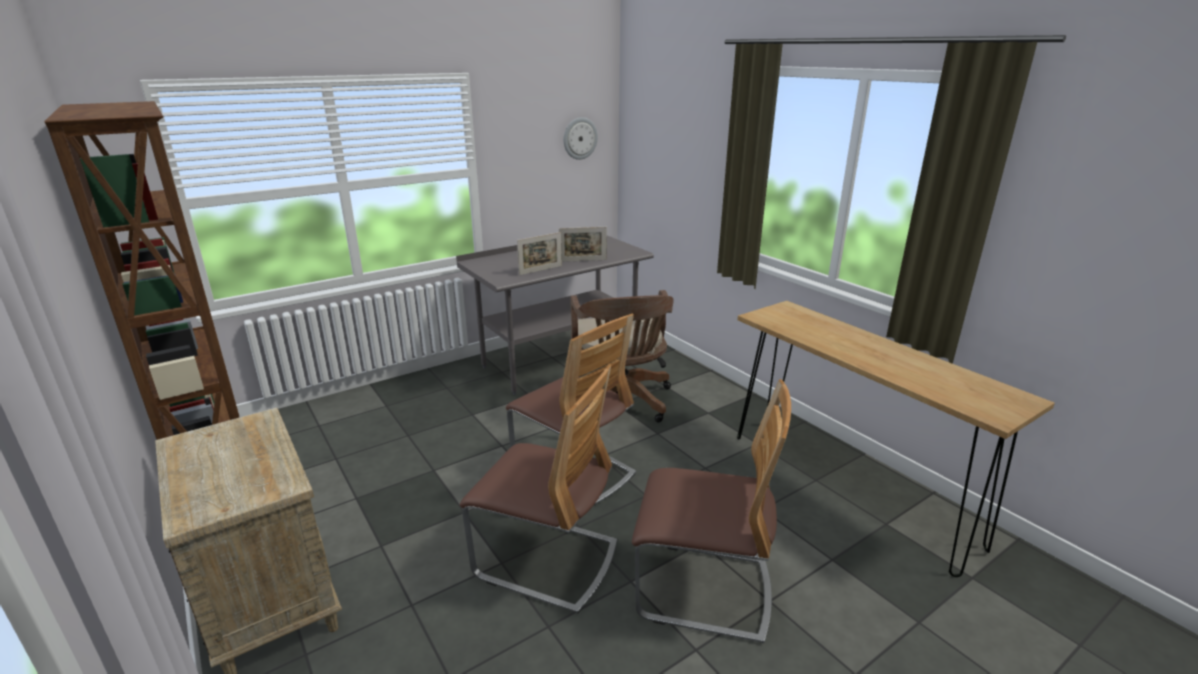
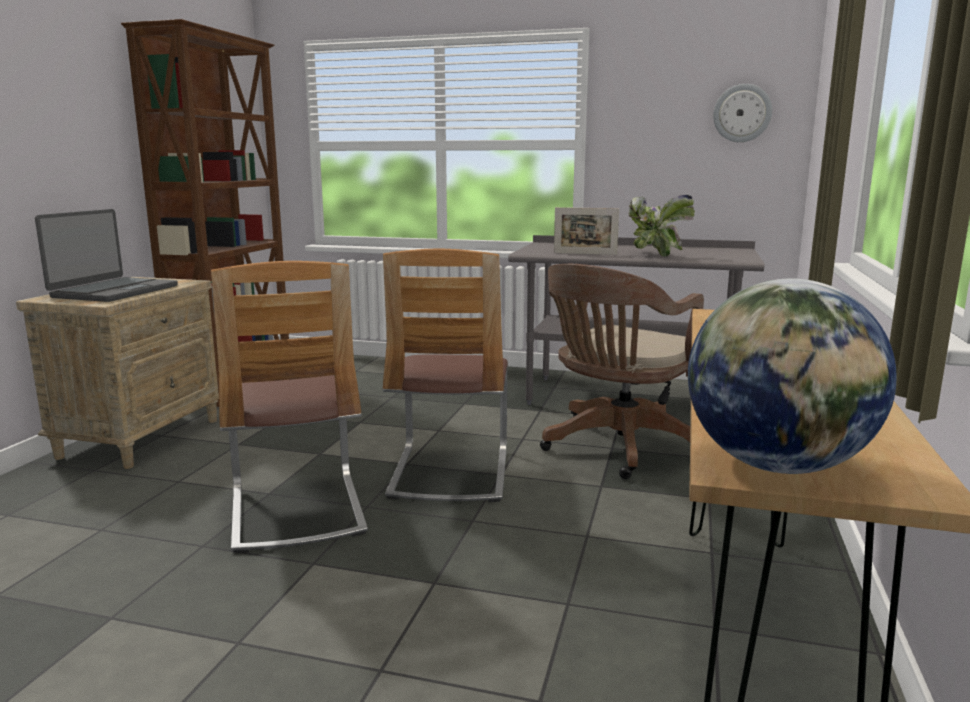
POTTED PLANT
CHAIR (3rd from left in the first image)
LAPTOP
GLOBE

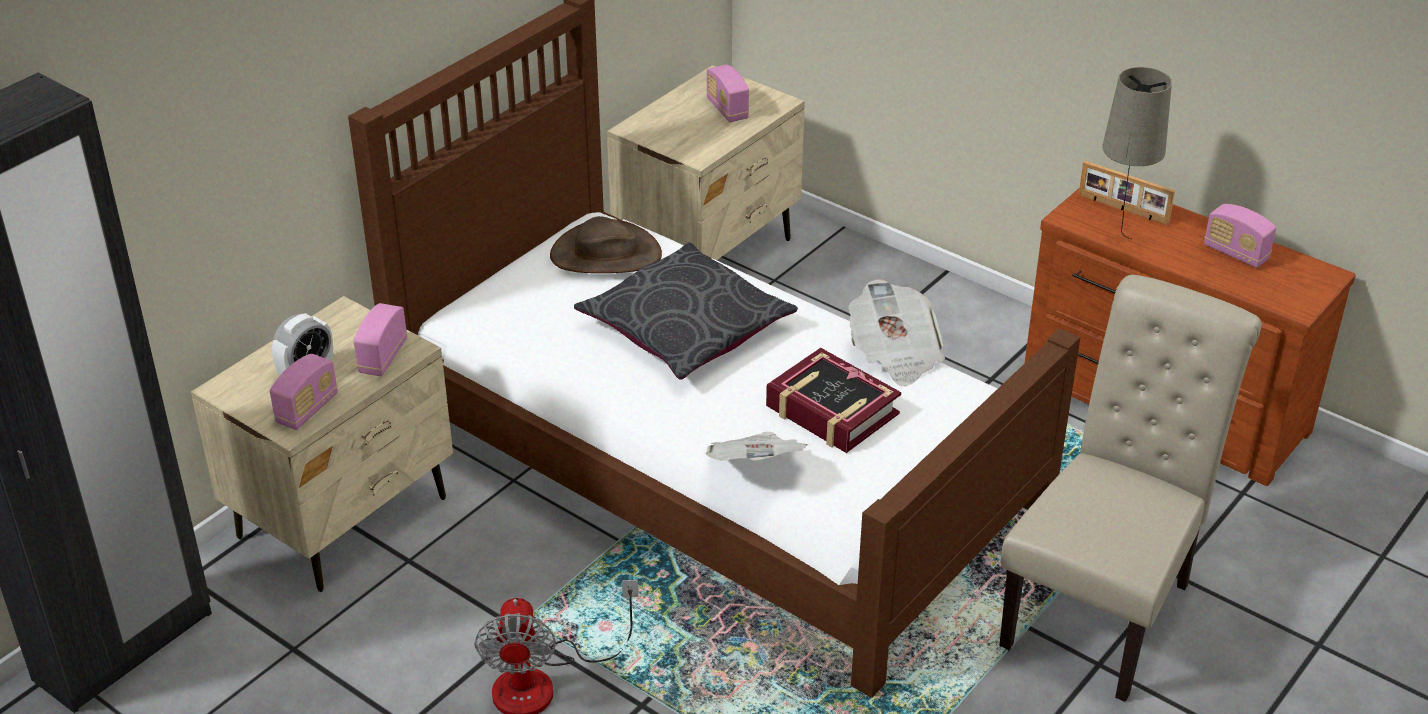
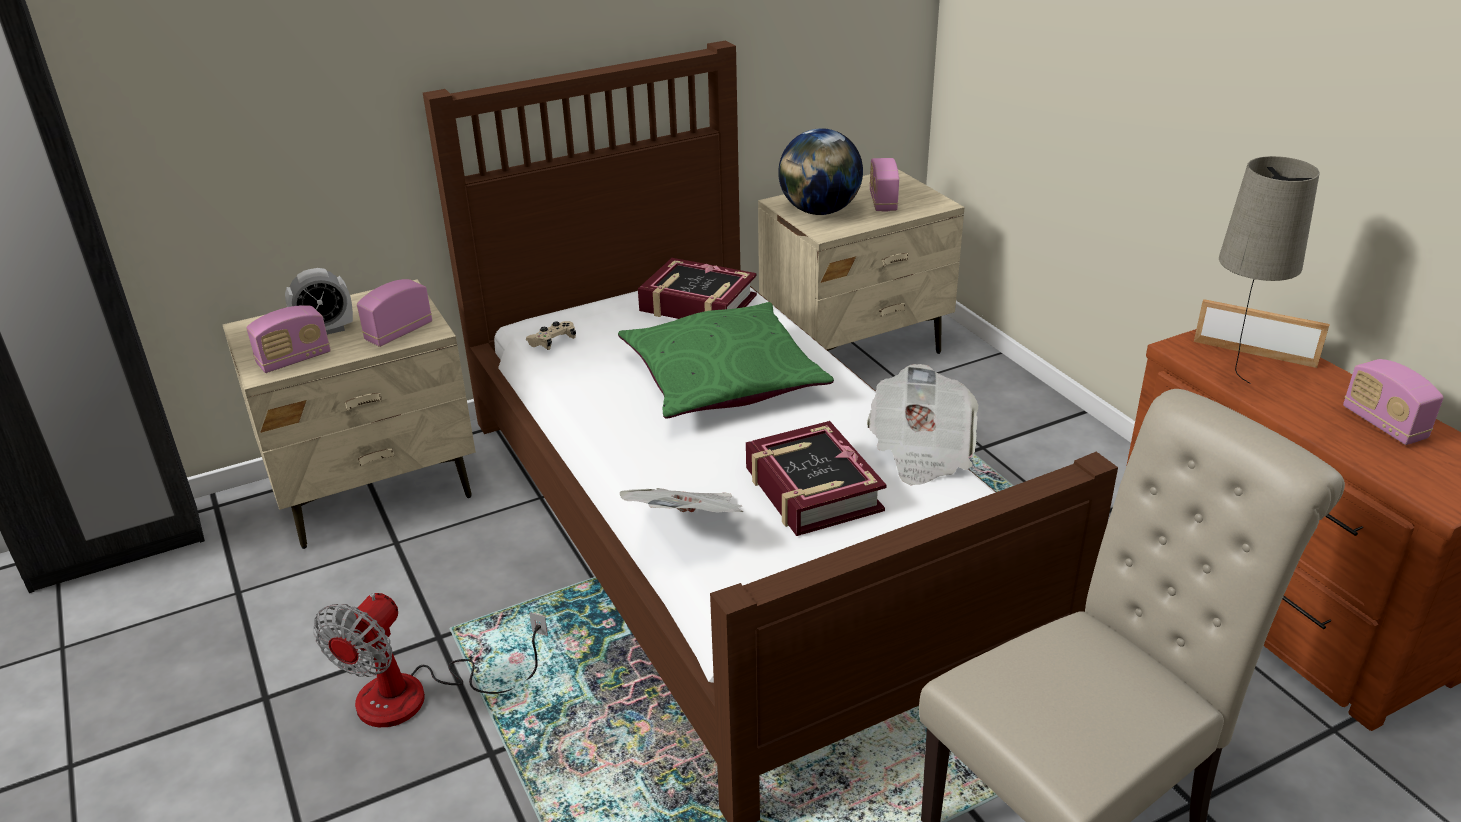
BOOK (1st from left)
GREEN PILLOW
PICTURE FRAME
BEIGE GAME CONTROLLER
GLOBE

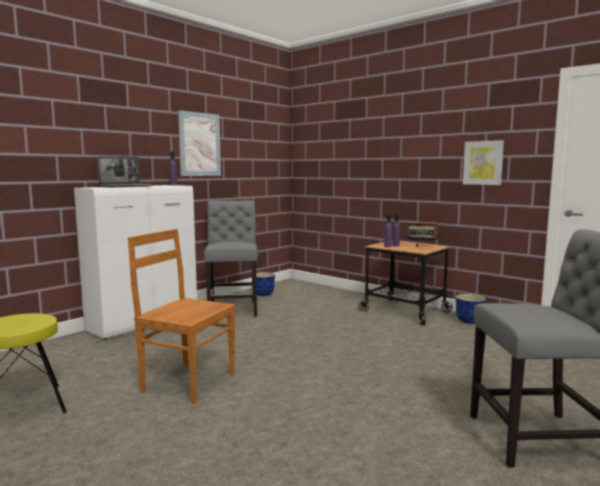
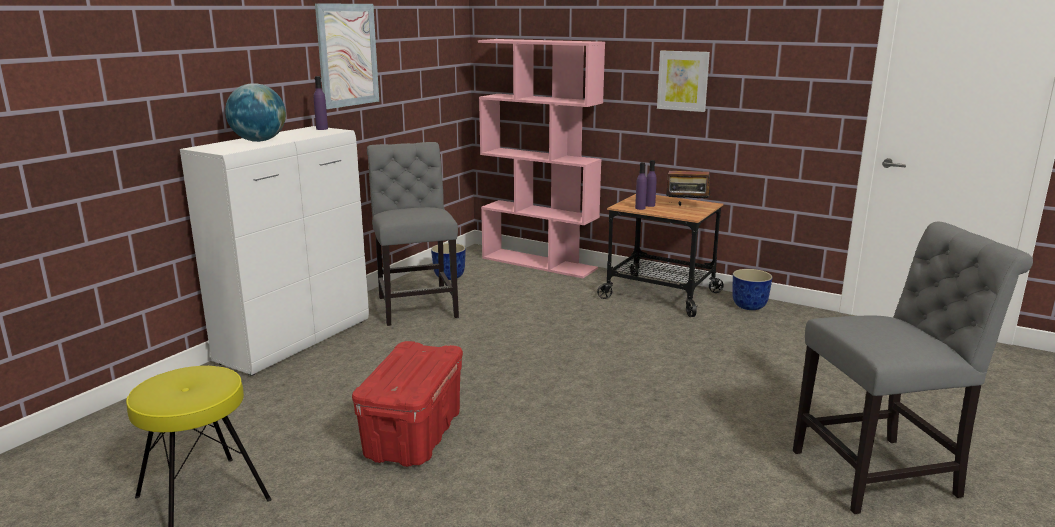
GLOBE
RED STORAGE BOX
PICTURE (2nd from left)
PINK BOOKCASE

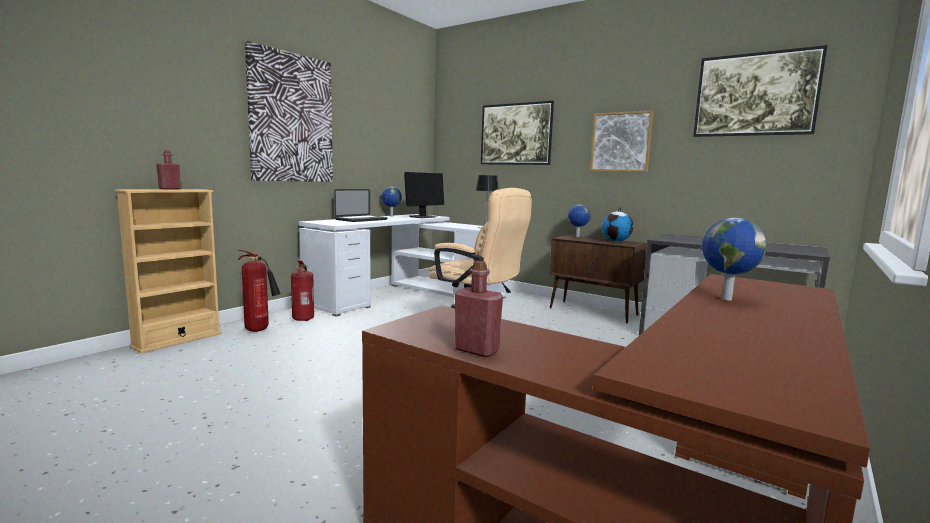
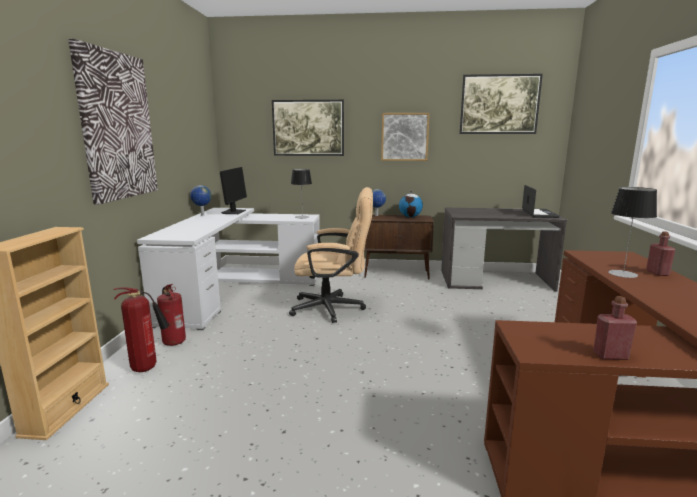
RED BOTTLE (2nd from left)
LAPTOP
TABLE LAMP (2nd from left)

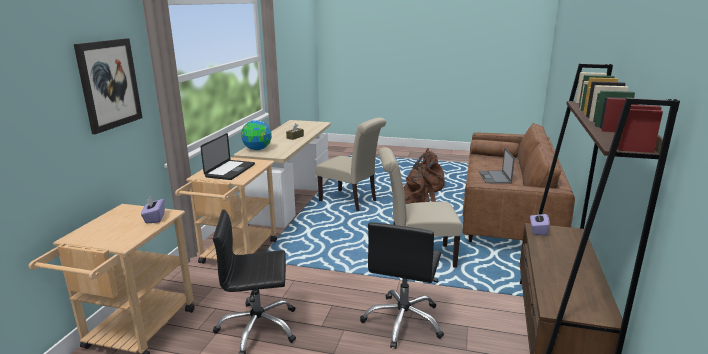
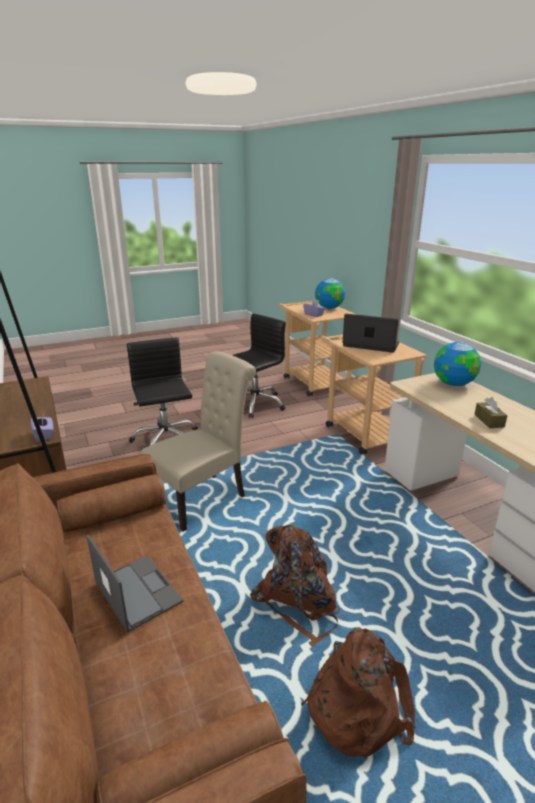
PICTURE
LAPTOP (2nd from left)
BEIGE CHAIR (1st from left in the first image)
GLOBE (1st from left)

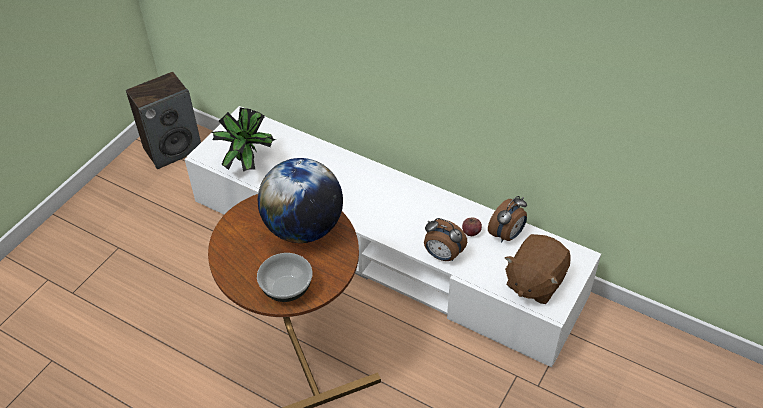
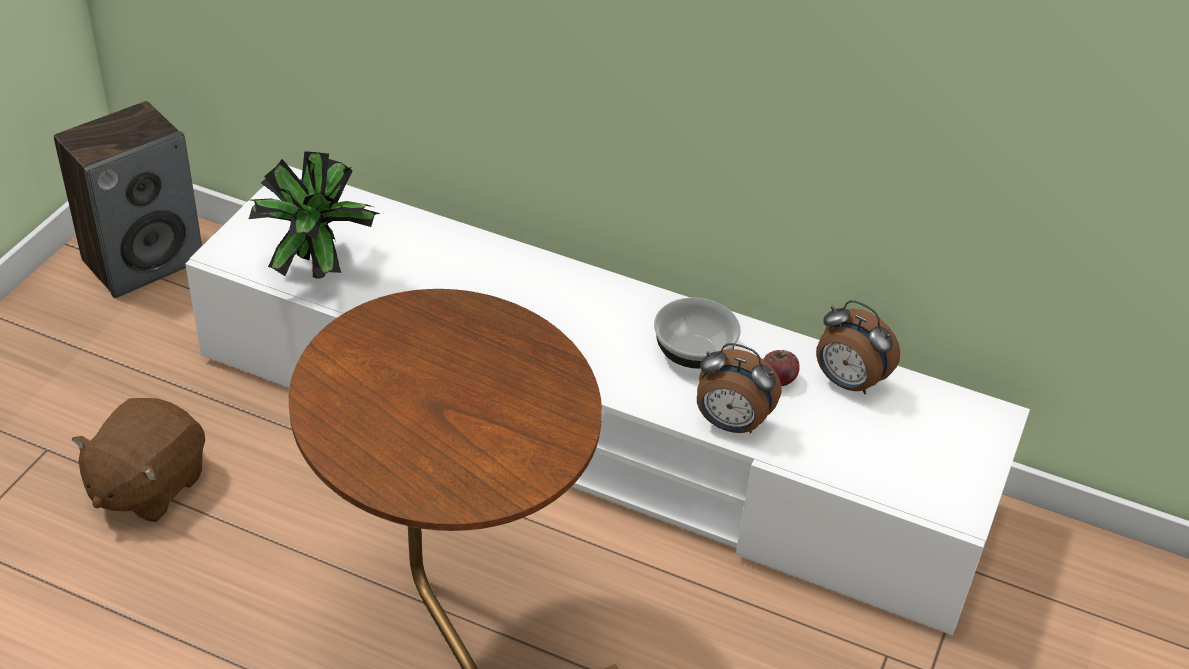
BOWL
GLOBE
ALARM CLOCK (2nd from left)
BROWN PLUSH TOY

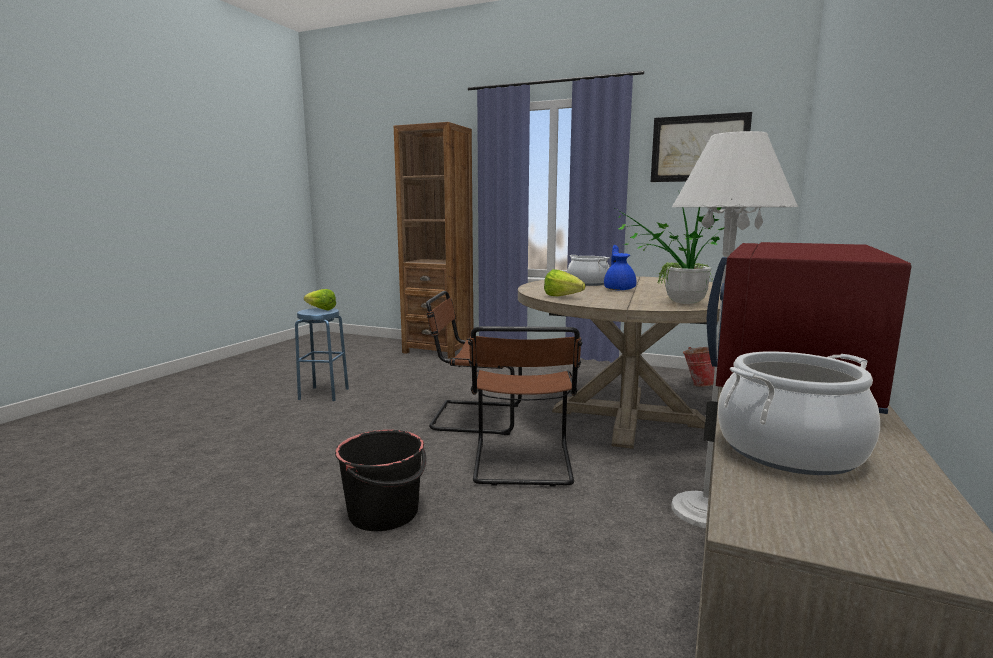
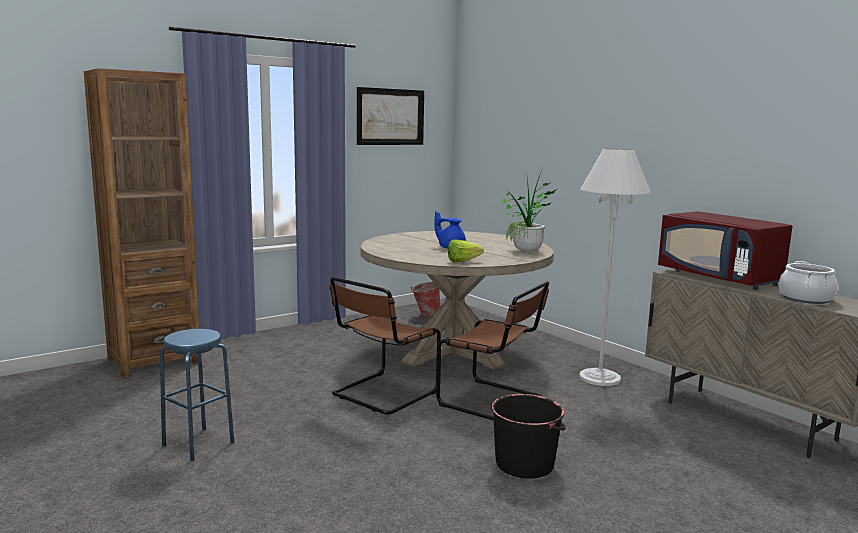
LETTUCE (1st from left in the first image)
COOKING POT (1st from left in the first image)

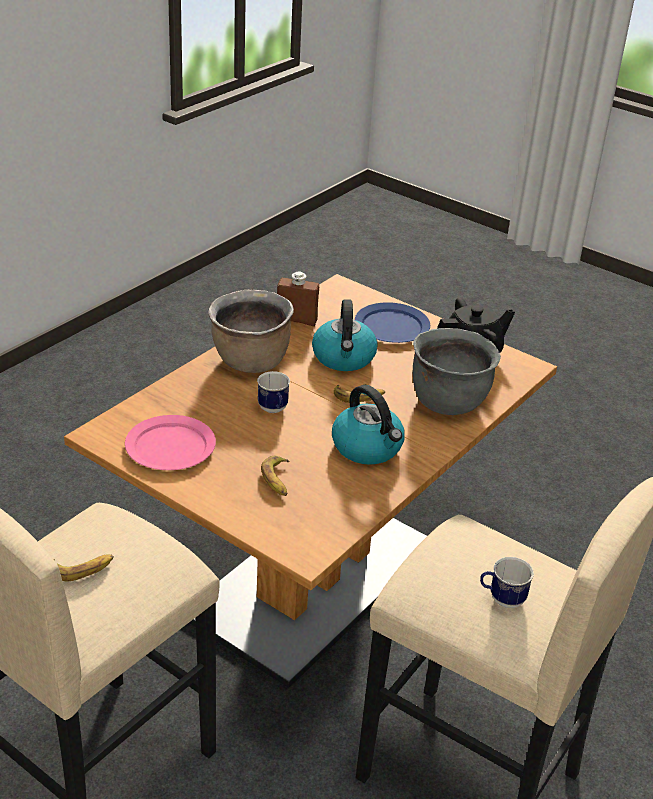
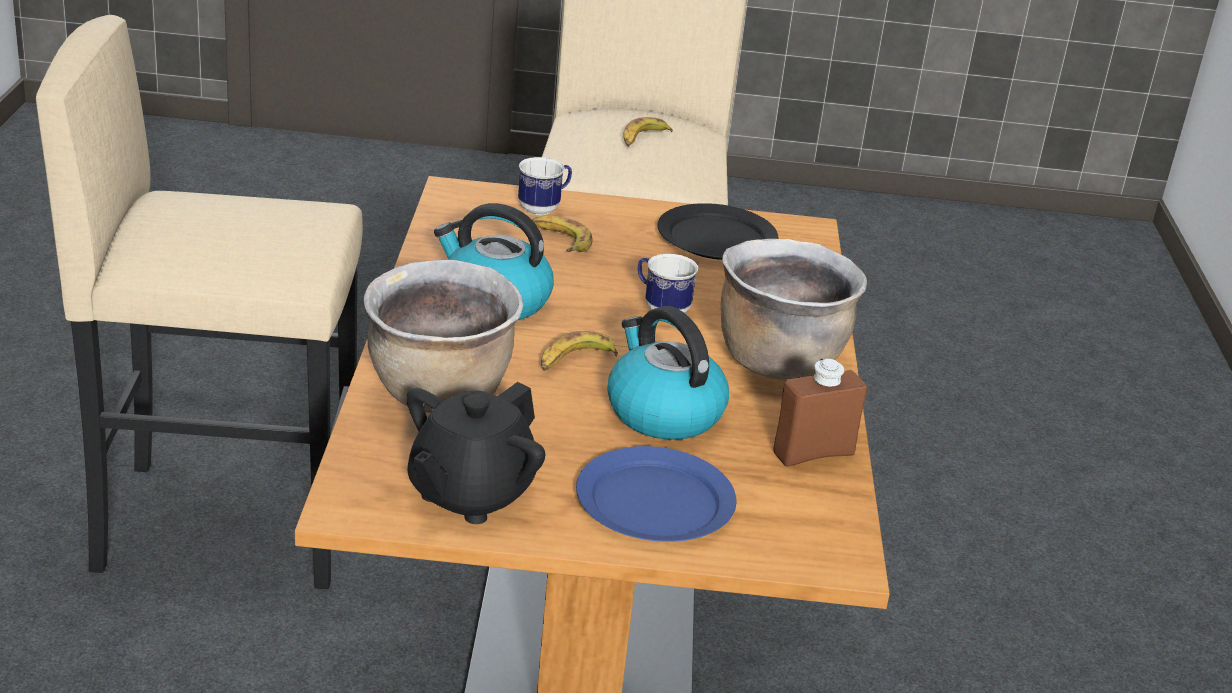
BLACK PLATE
BROWN COOKING POT (1st from left)
MUG (1st from left)

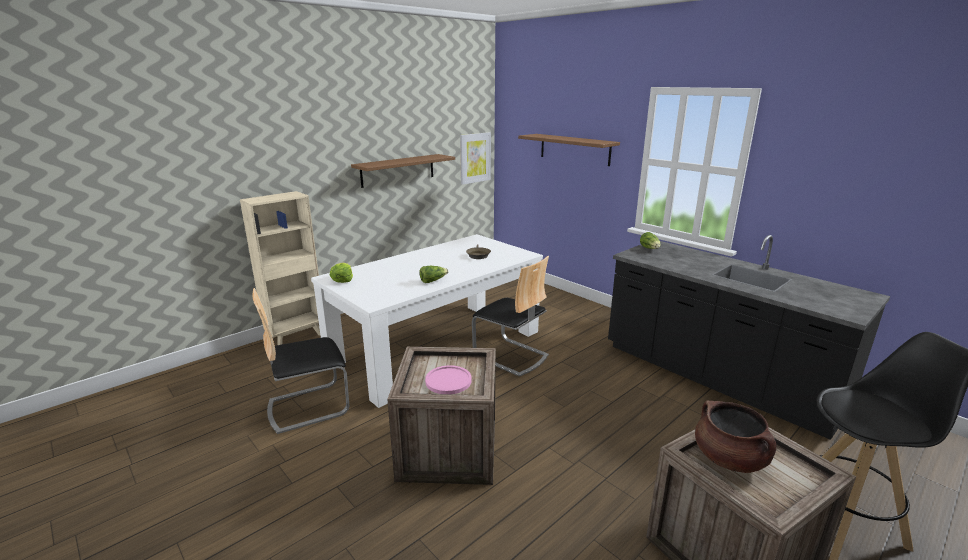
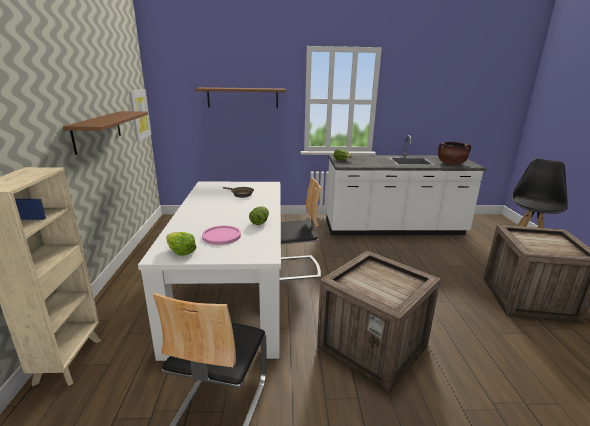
PINK PLATE
WHITE COUNTER
BROWN COOKING POT

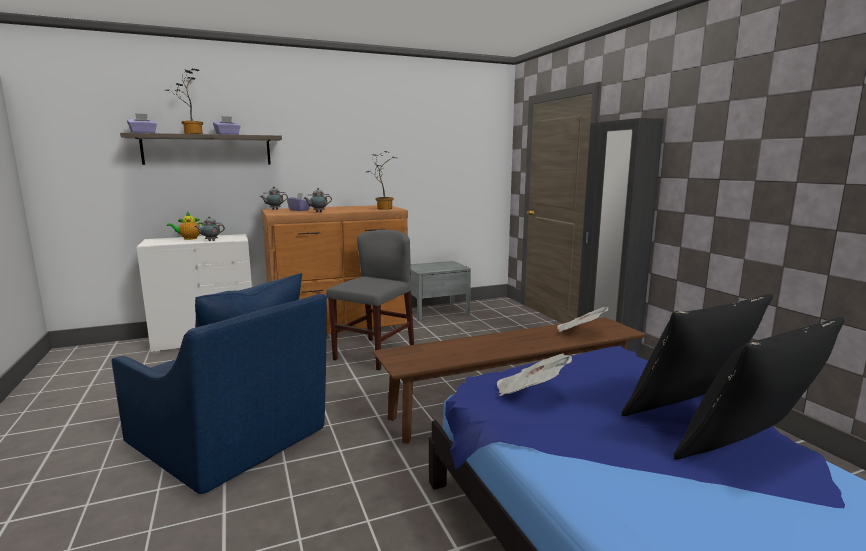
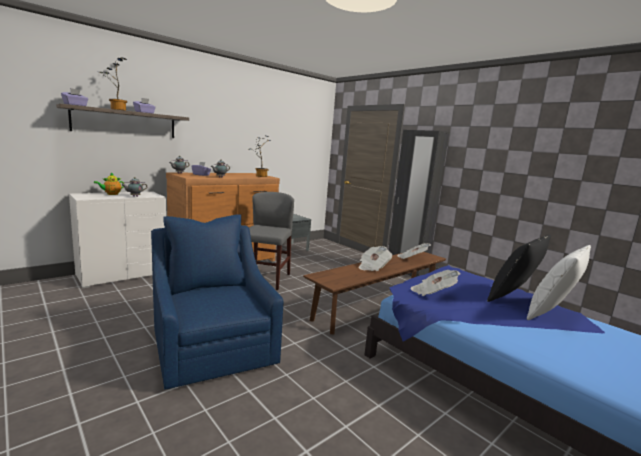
BLUE ARMCHAIR
WHITE PILLOW
NEWSPAPER (1st from left)

